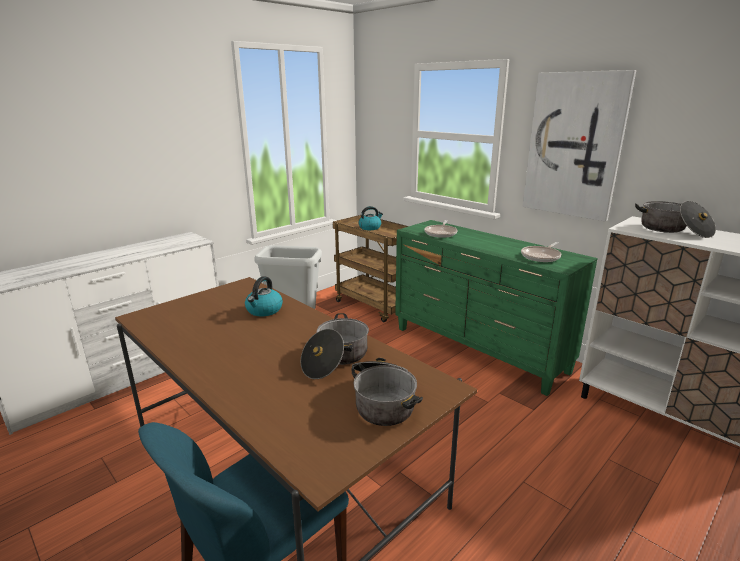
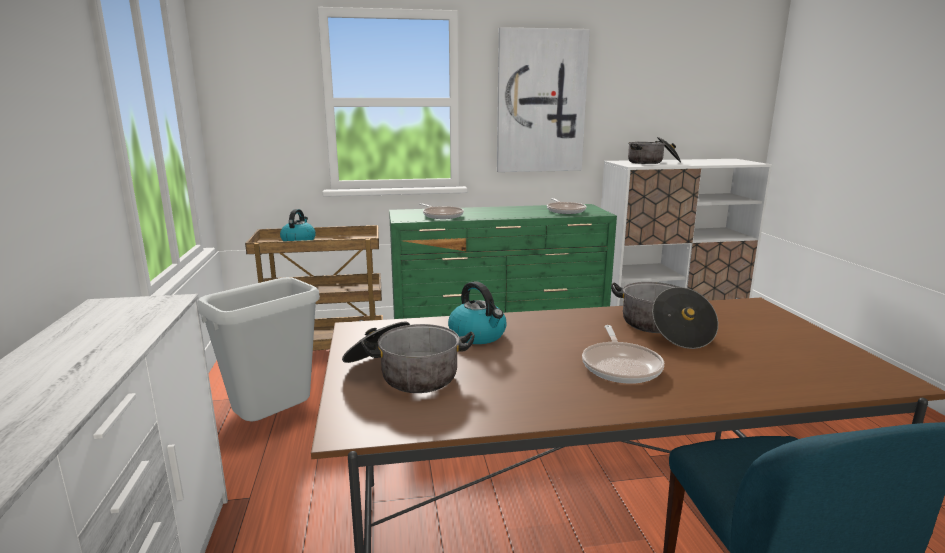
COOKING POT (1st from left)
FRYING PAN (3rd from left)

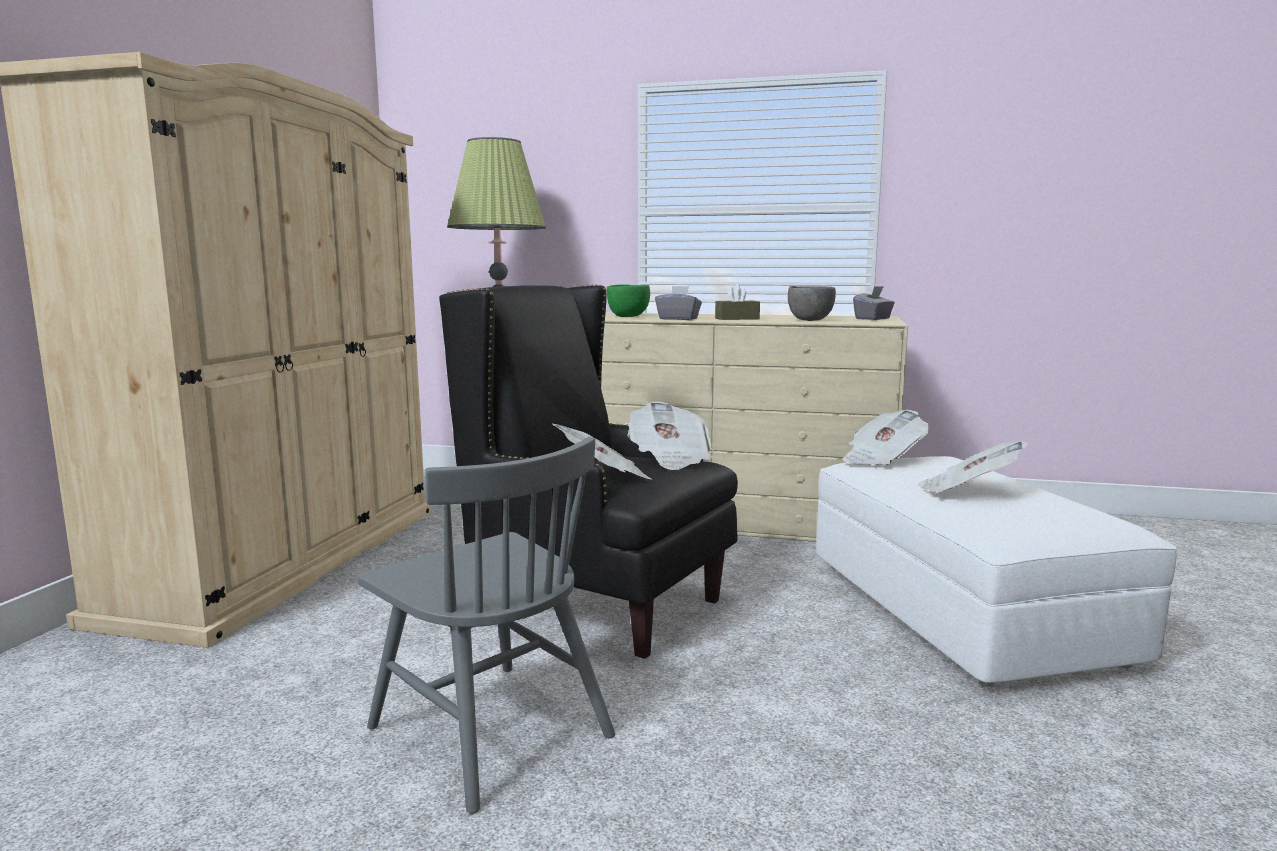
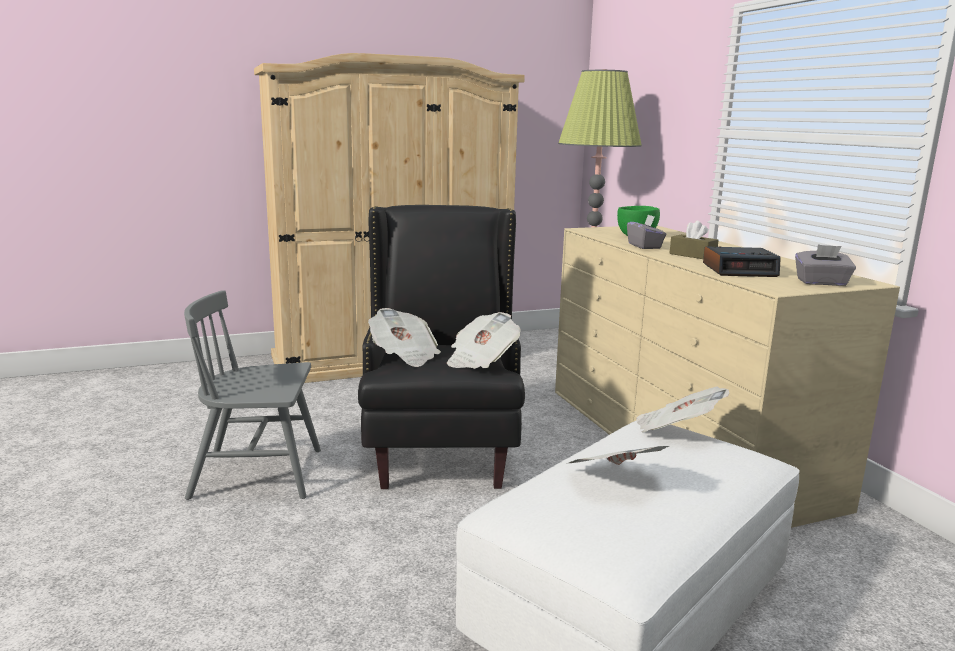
GREY CHAIR
ALARM CLOCK

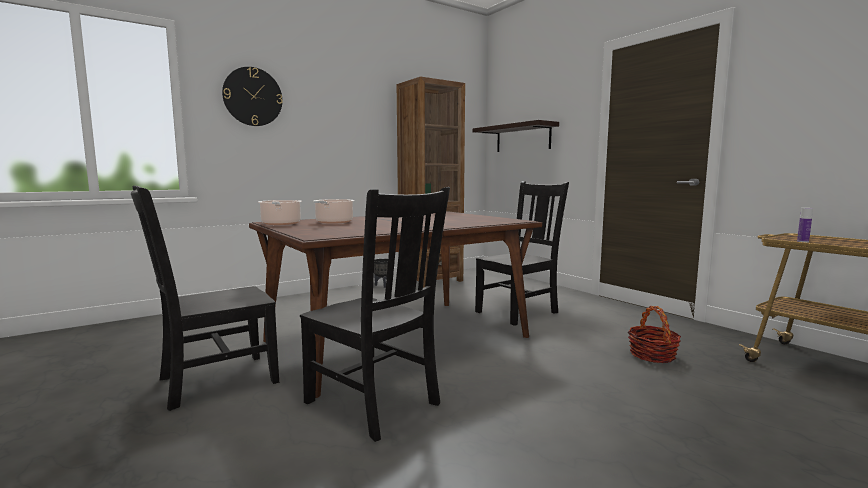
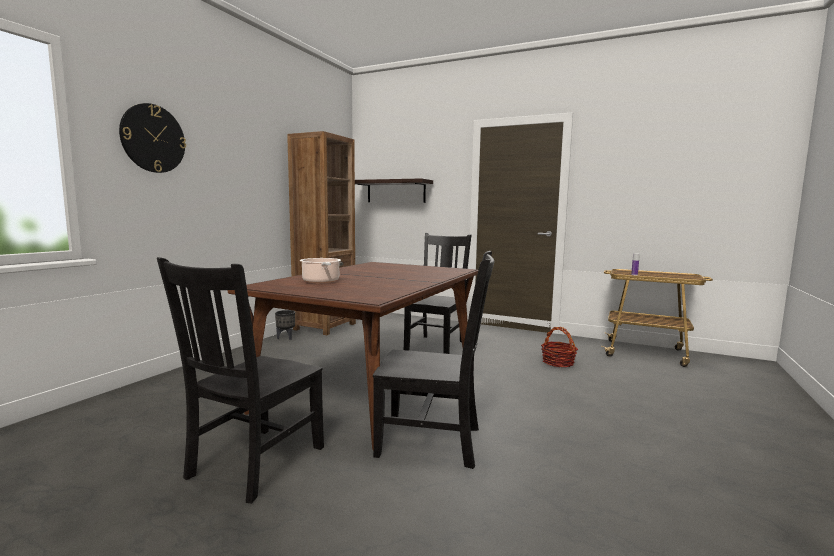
COOKING POT (1st from left in the first image)

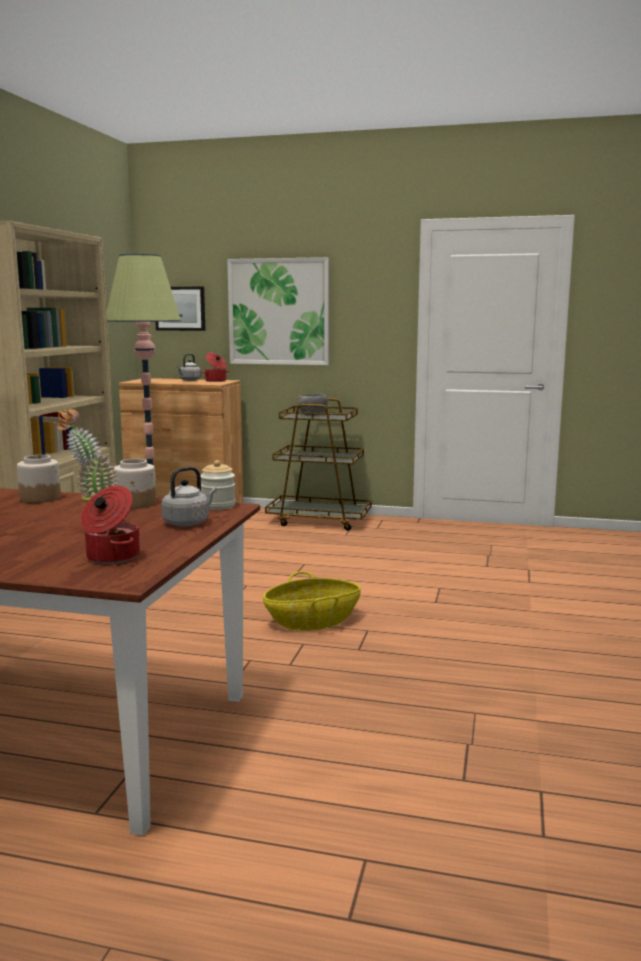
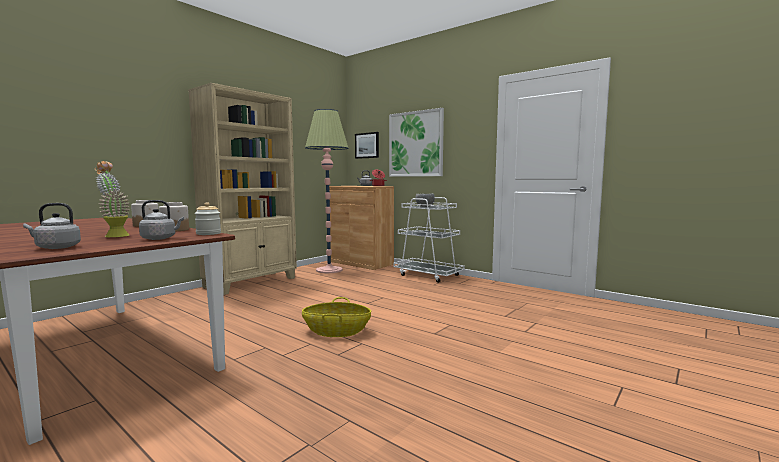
GREY KETTLE (1st from left)
WHITE CART

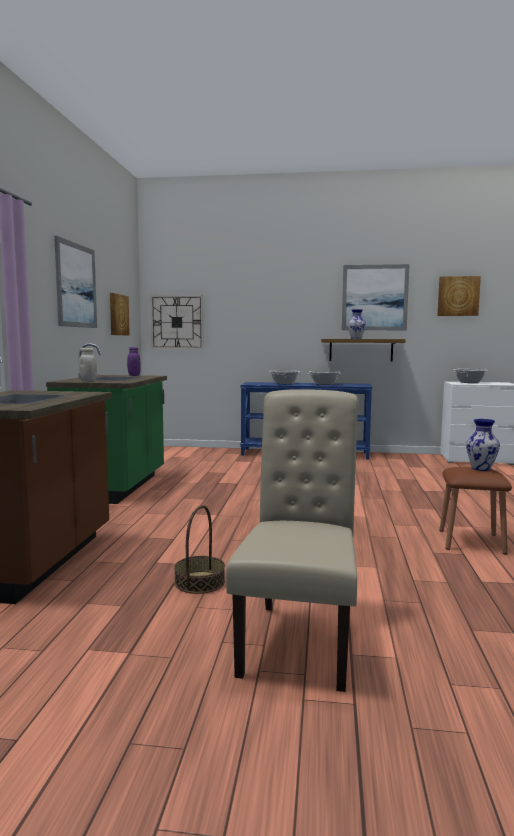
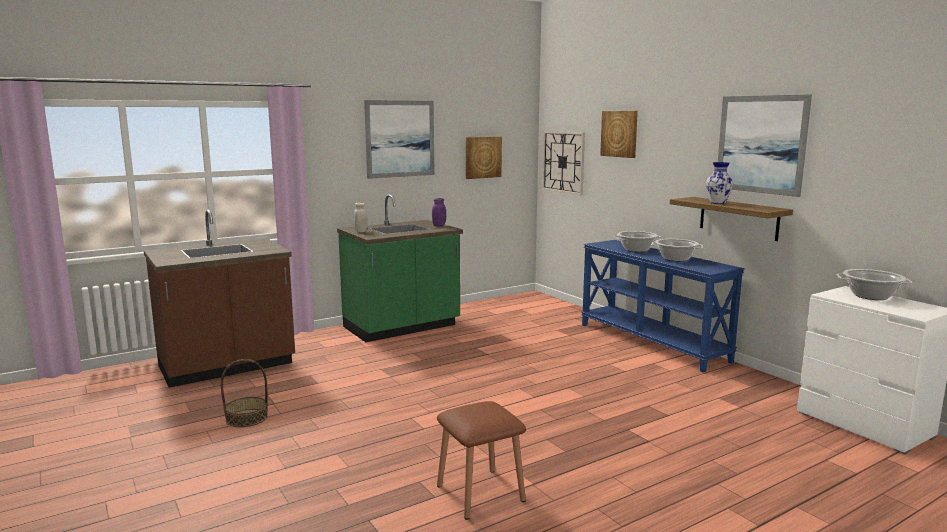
BEIGE CHAIR
PICTURE (3rd from left)
VASE (2nd from left in the first image)

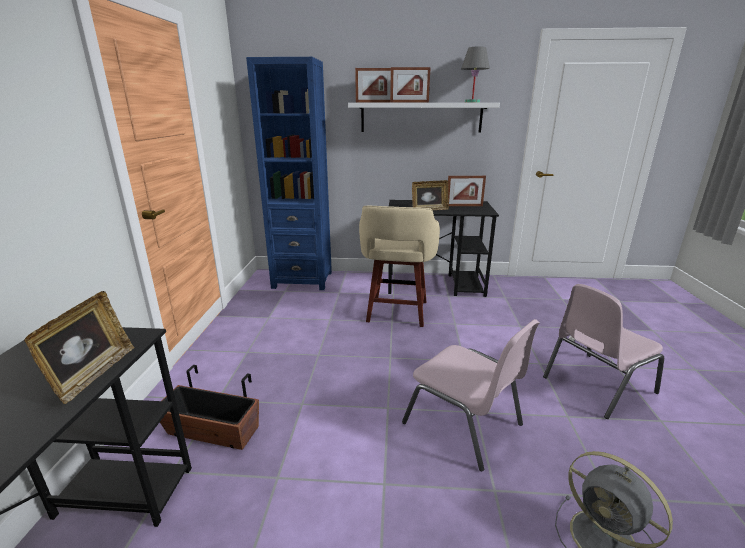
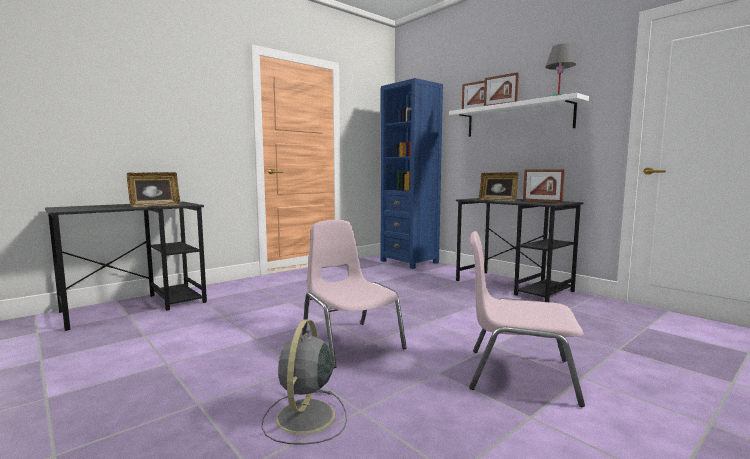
PLANTER
BEIGE STOOL
PINK CHAIR (1st from left)

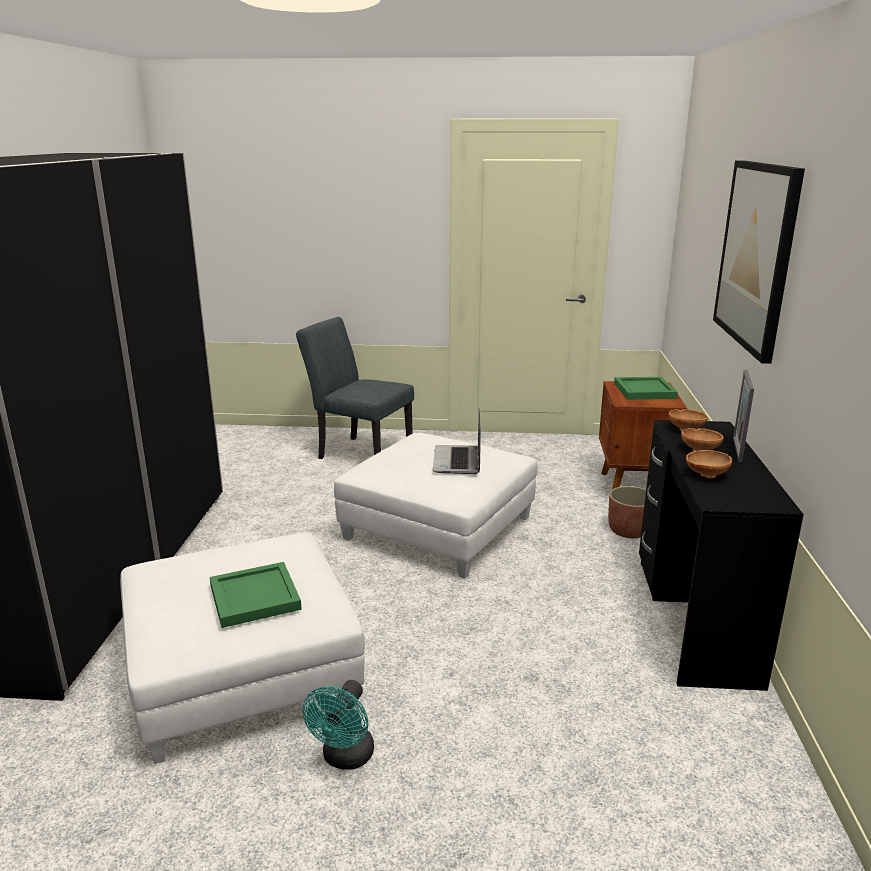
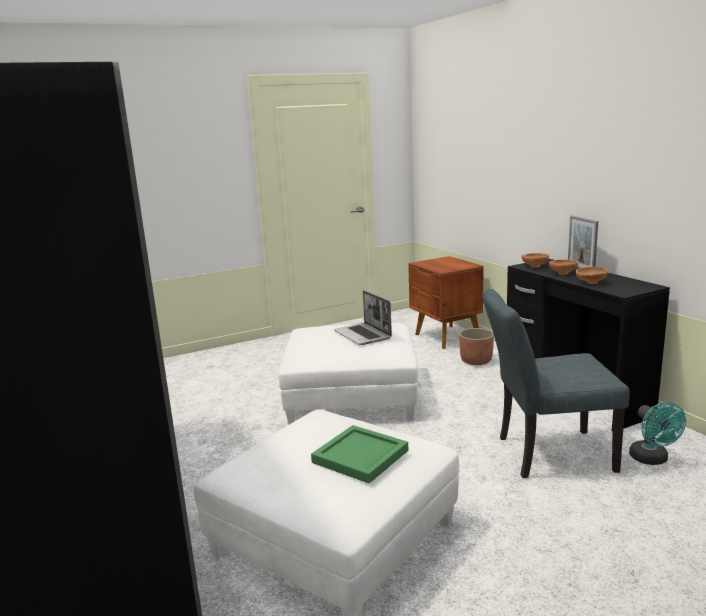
GREY CHAIR
TURQUOISE FAN
GREEN TRAY (2nd from left in the first image)
PICTURE

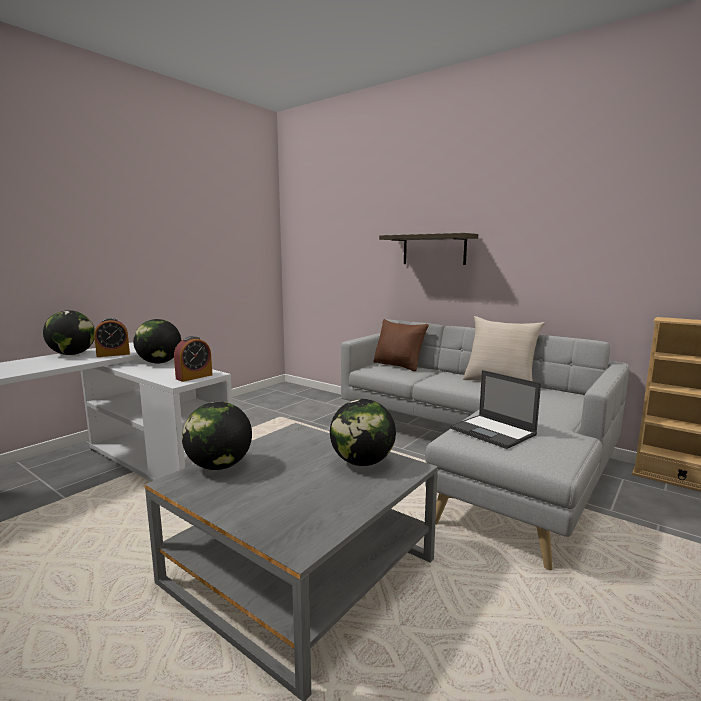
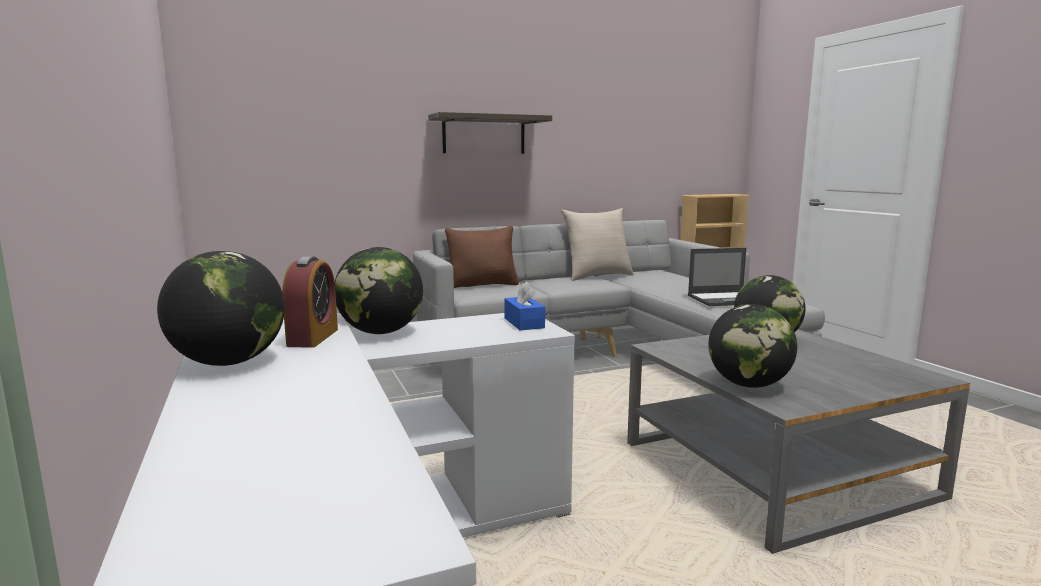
BLUE TISSUE BOX

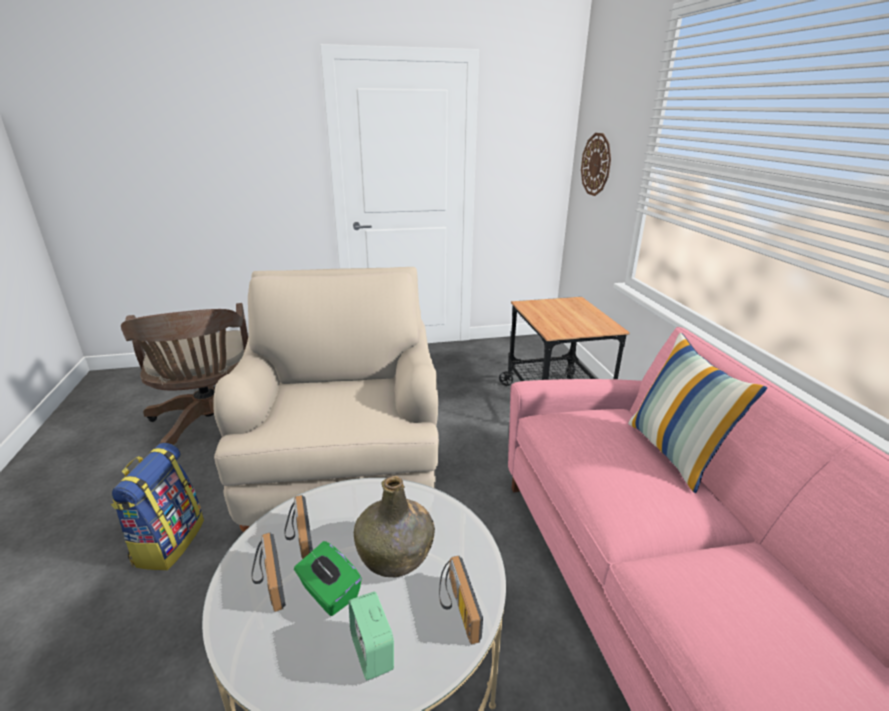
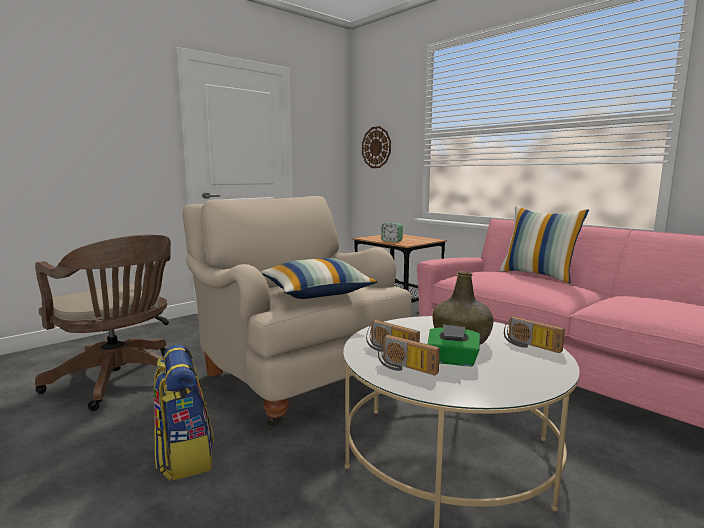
ALARM CLOCK
PILLOW (1st from left)

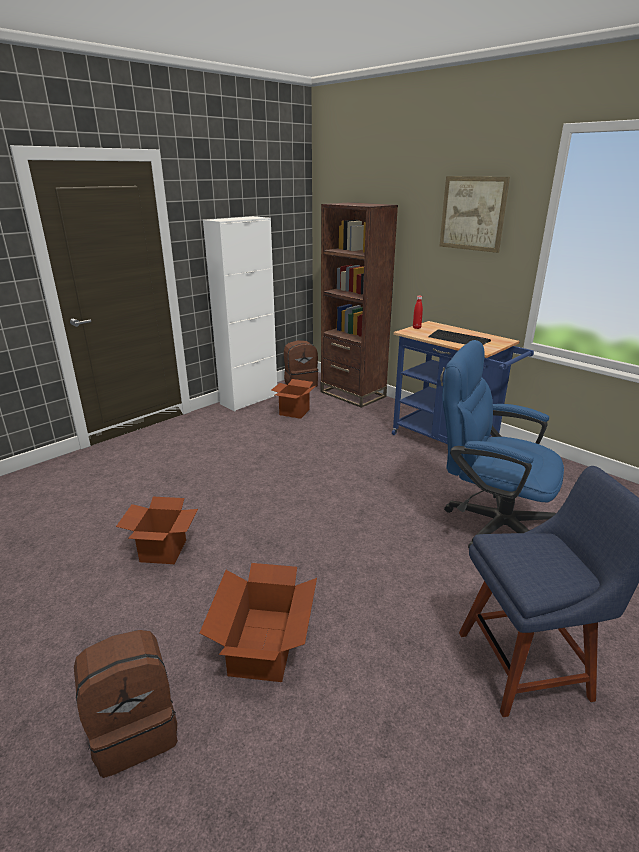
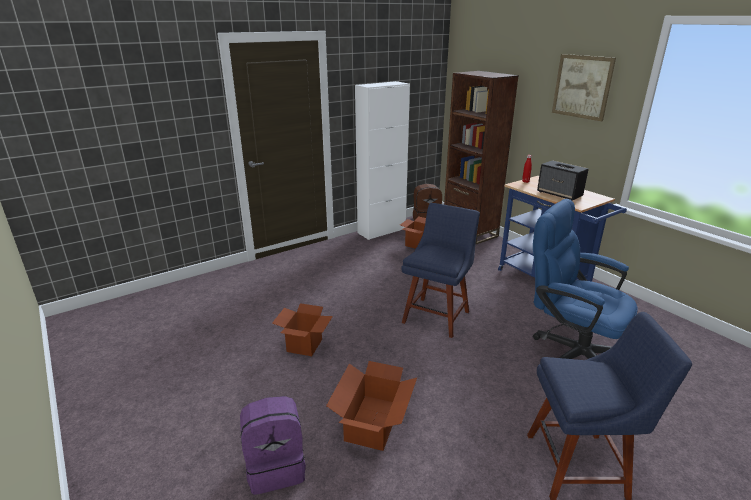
PURPLE BACKPACK
SPEAKER
BLUE CHAIR (1st from left)

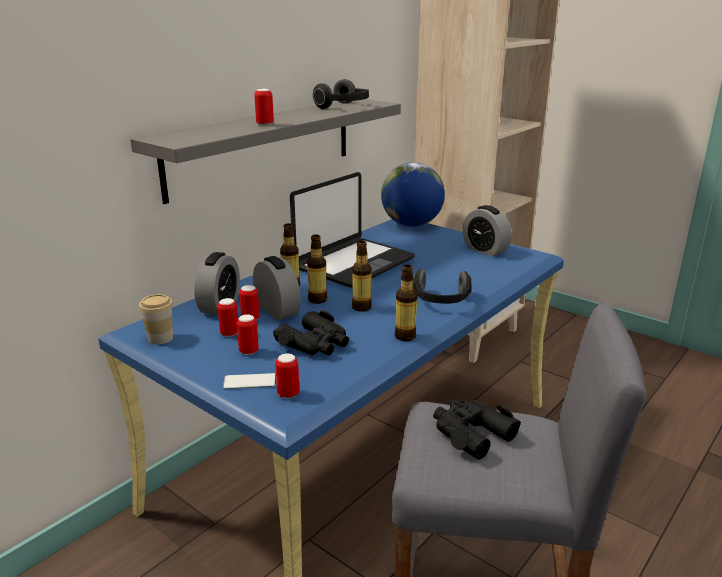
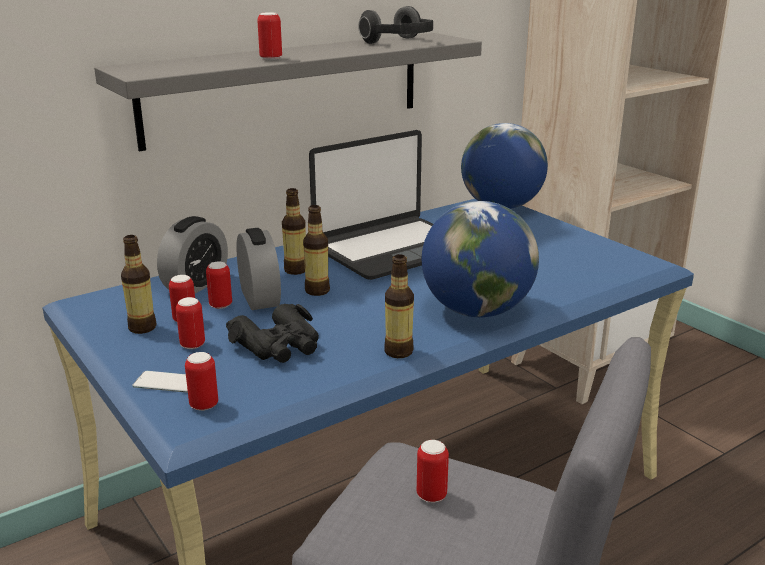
CUP
BOTTLE (1st from left)
GLOBE (1st from left)
CAN (6th from left)
ALARM CLOCK (3rd from left in the first image)

